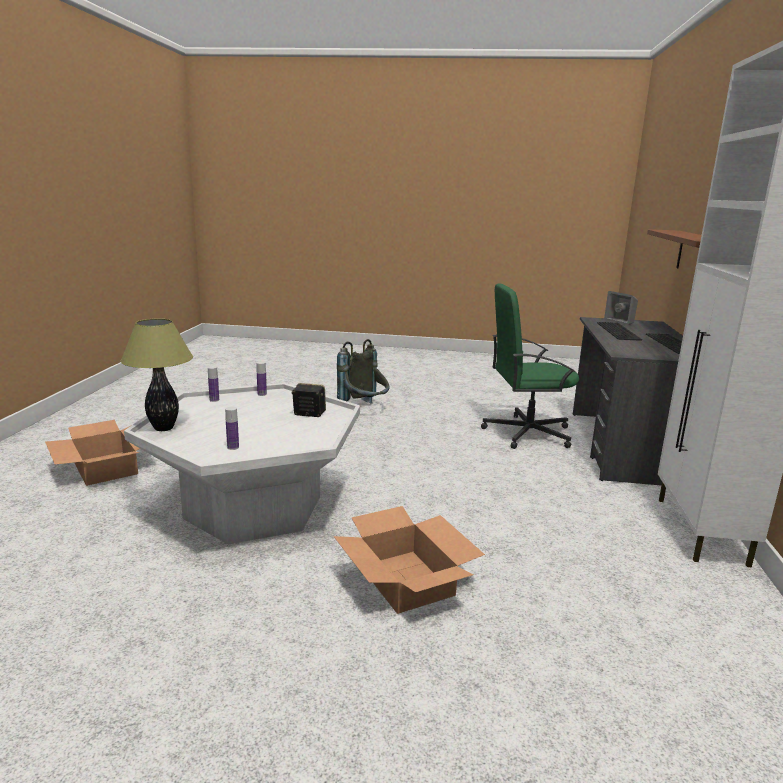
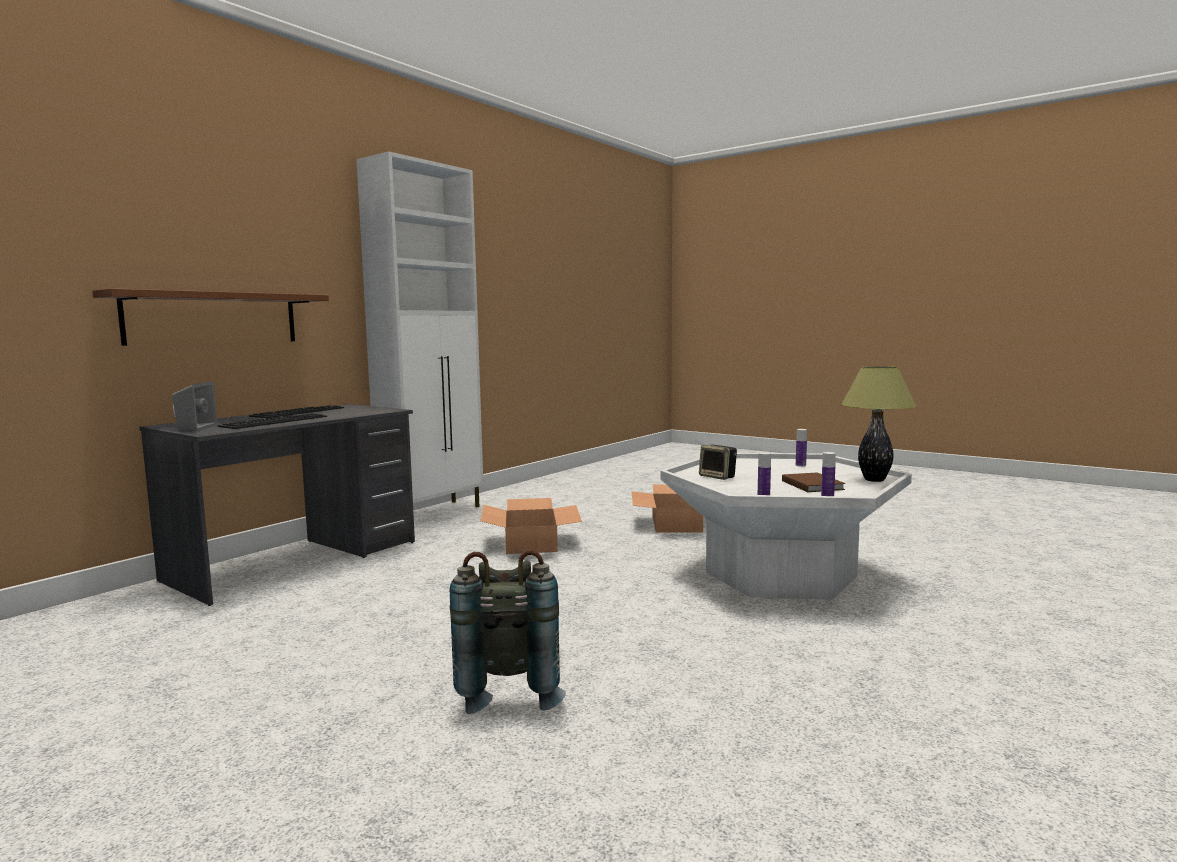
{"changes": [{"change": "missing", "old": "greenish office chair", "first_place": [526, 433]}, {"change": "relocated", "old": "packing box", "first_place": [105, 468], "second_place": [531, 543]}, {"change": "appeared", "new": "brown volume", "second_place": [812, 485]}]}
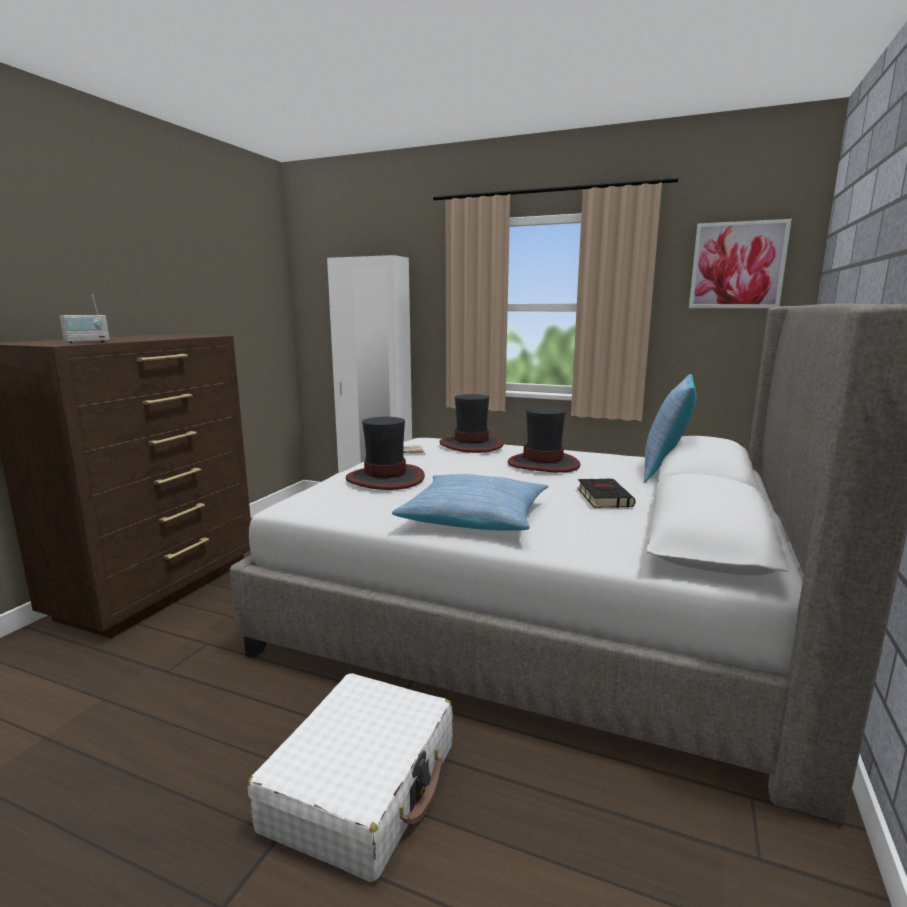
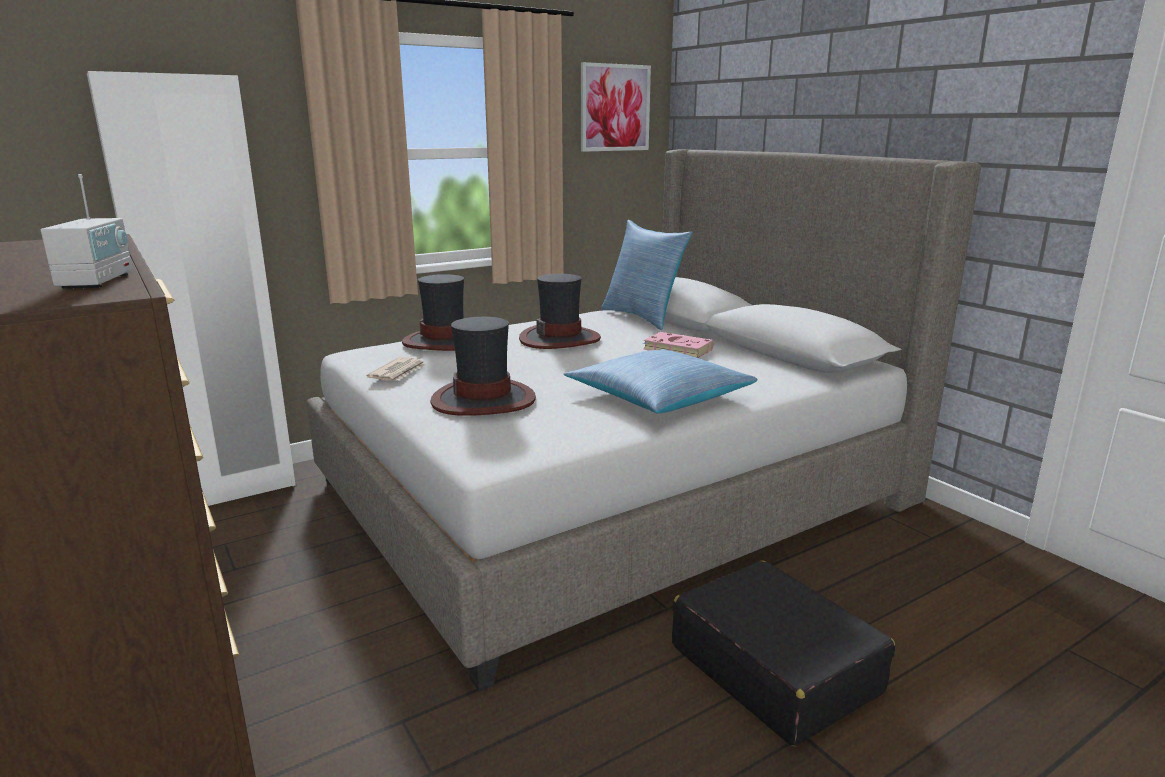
{"changes": [{"change": "colour", "old": "black volume", "new": "pink volume", "first_place": [603, 497], "second_place": [676, 349]}, {"change": "colour", "old": "white travel case", "new": "black travel case", "first_place": [362, 787], "second_place": [774, 668]}]}
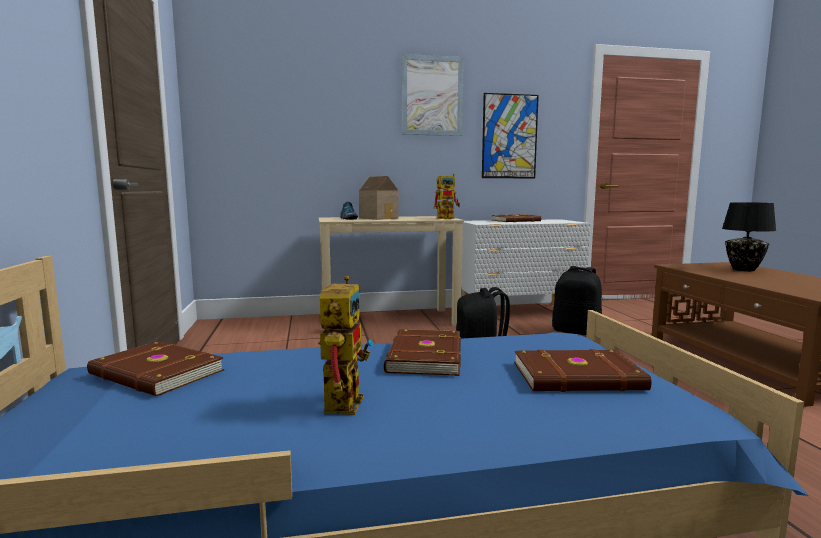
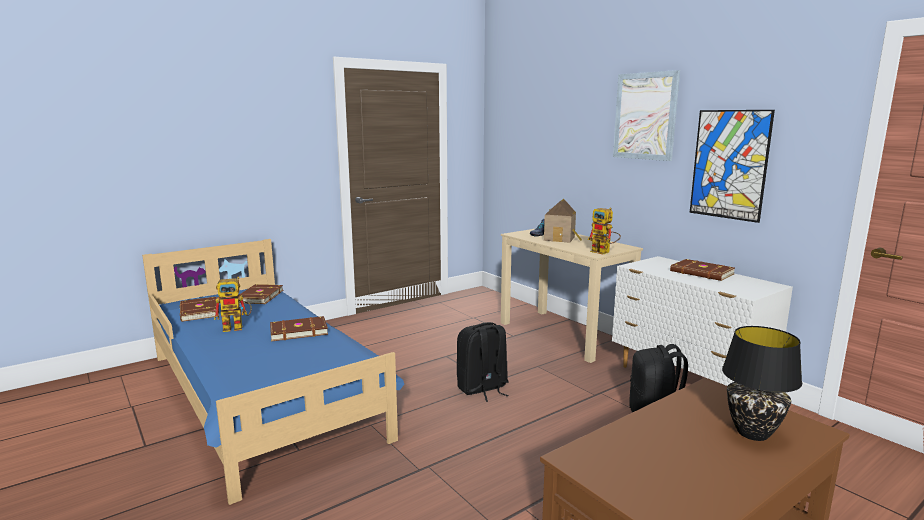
{"changes": [{"change": "relocated", "old": "brown volume", "first_place": [579, 377], "second_place": [198, 312]}]}
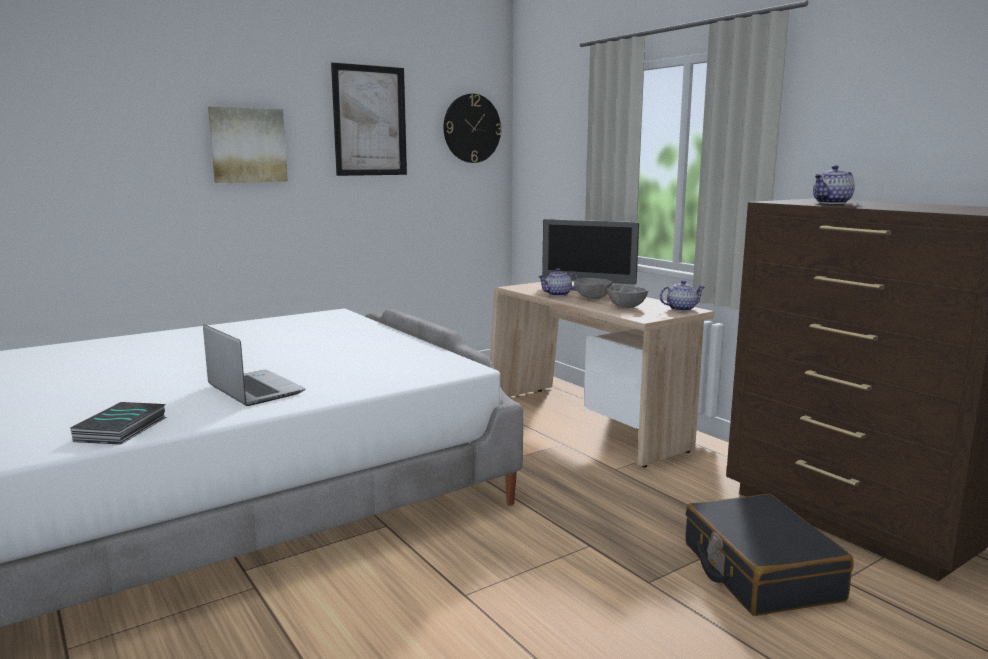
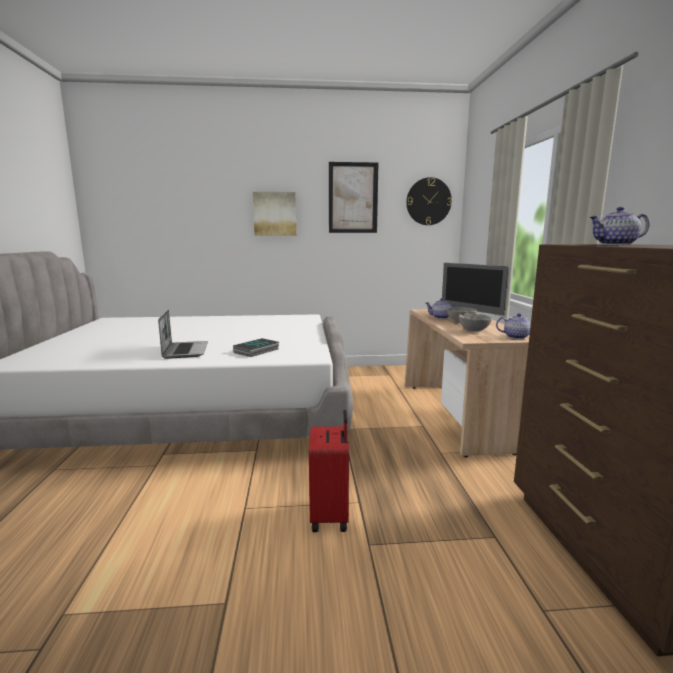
{"changes": [{"change": "relocated", "old": "volume", "first_place": [122, 429], "second_place": [256, 351]}, {"change": "missing", "old": "black travel case", "first_place": [759, 571]}, {"change": "appeared", "new": "reddish travel case", "second_place": [331, 516]}]}
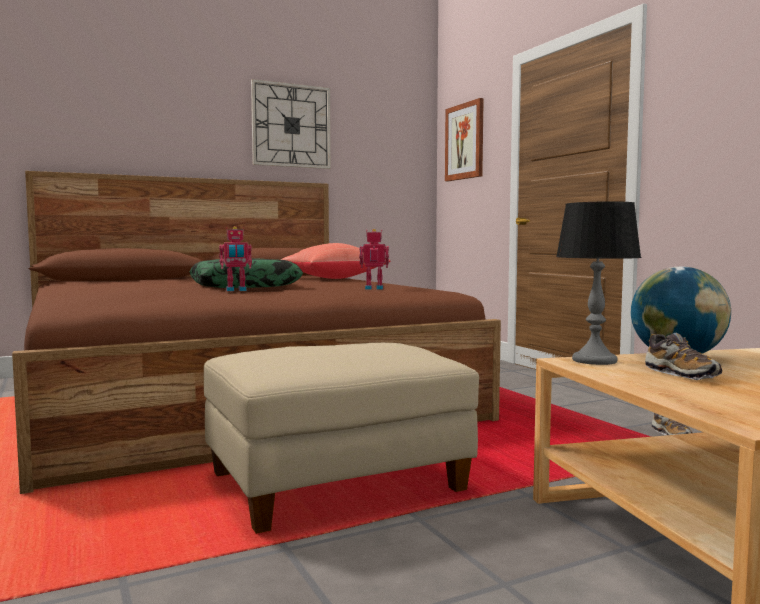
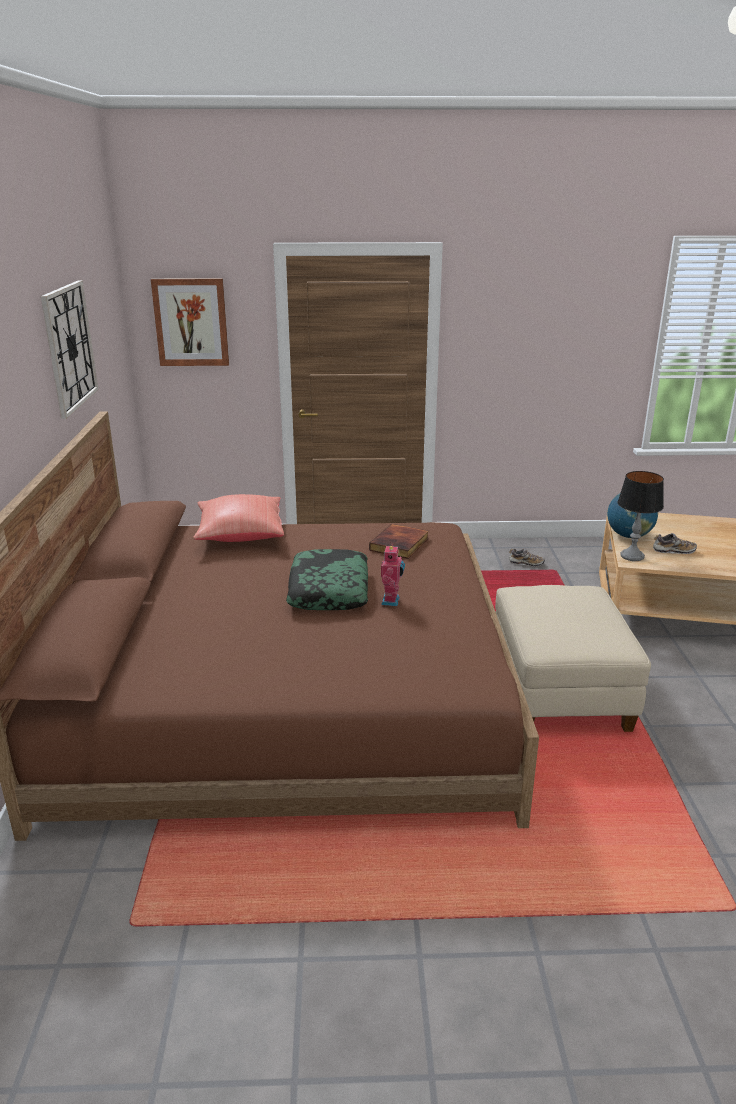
{"changes": [{"change": "exchanged", "old": "toy robot", "new": "volume", "first_place": [374, 288], "second_place": [400, 544]}]}
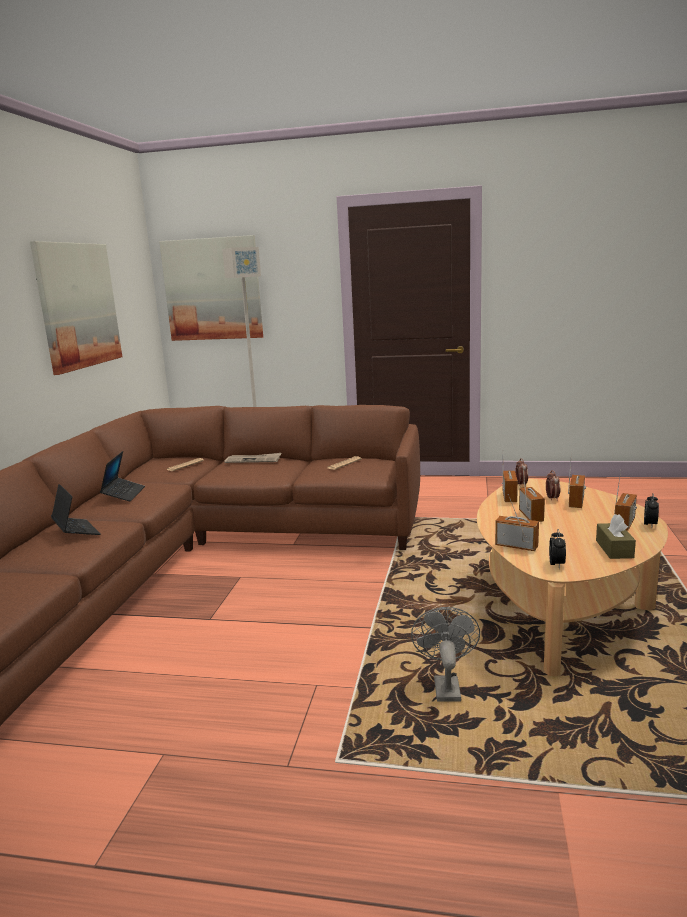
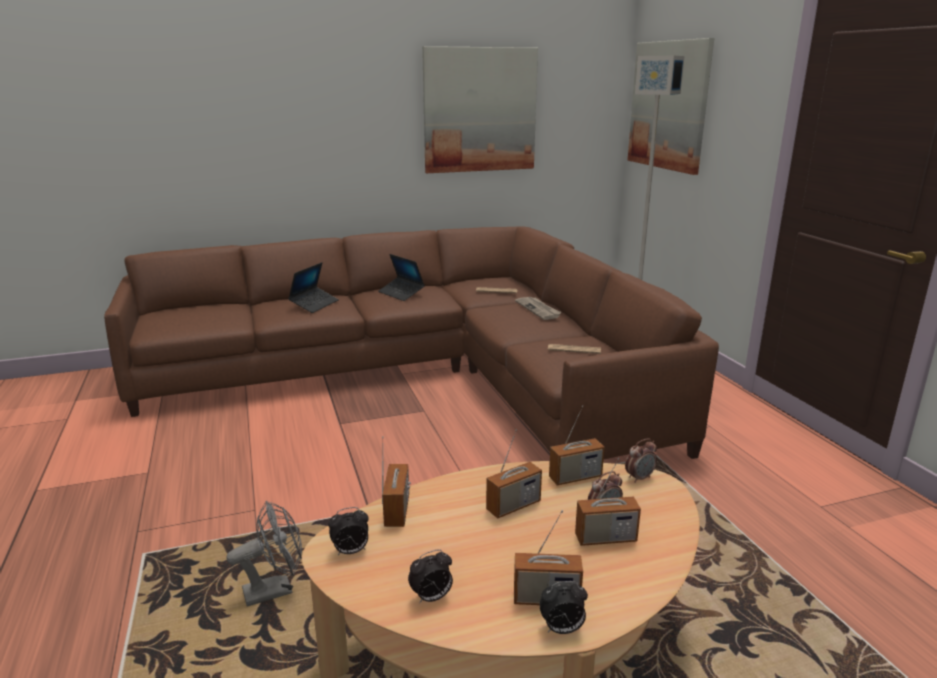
{"changes": [{"change": "spun", "old": "notebook computer", "first_place": [123, 494], "second_place": [401, 293], "degrees": 75}, {"change": "exchanged", "old": "brown box of tissues", "new": "bedside clock", "first_place": [614, 549], "second_place": [431, 598]}]}
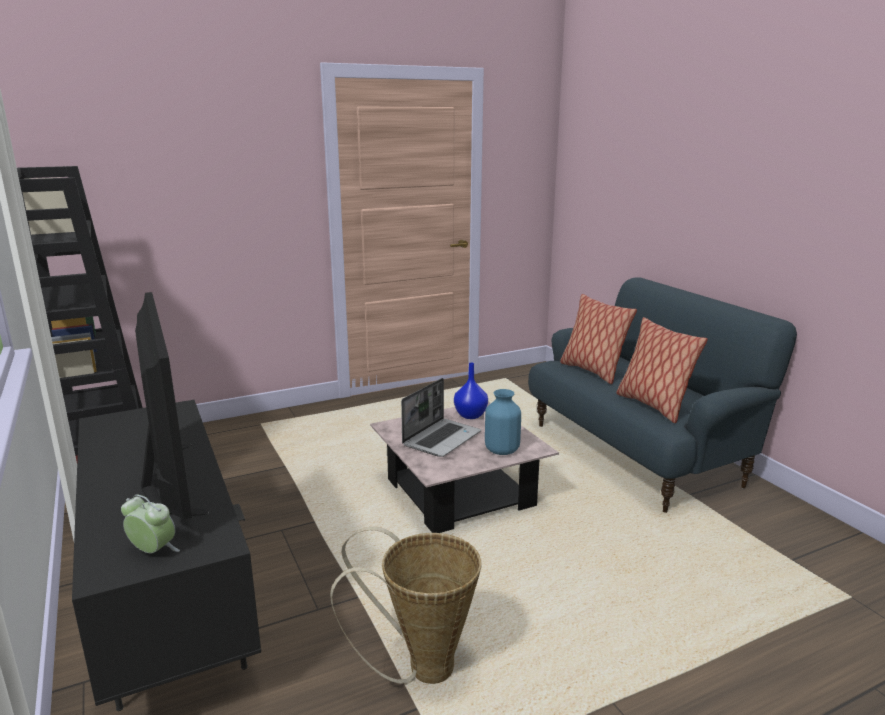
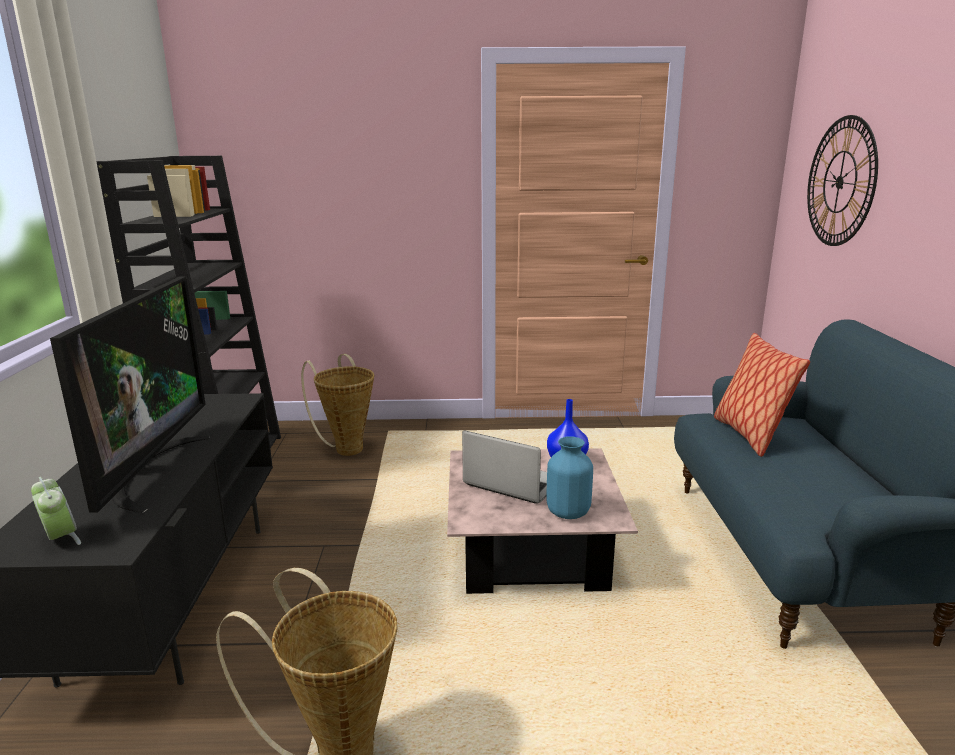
{"changes": [{"change": "missing", "old": "throw pillow", "first_place": [653, 406]}, {"change": "spun", "old": "notebook computer", "first_place": [442, 438], "second_place": [511, 483], "degrees": -120}, {"change": "appeared", "new": "clock on the wall", "second_place": [840, 182]}, {"change": "appeared", "new": "household basket", "second_place": [347, 447]}]}
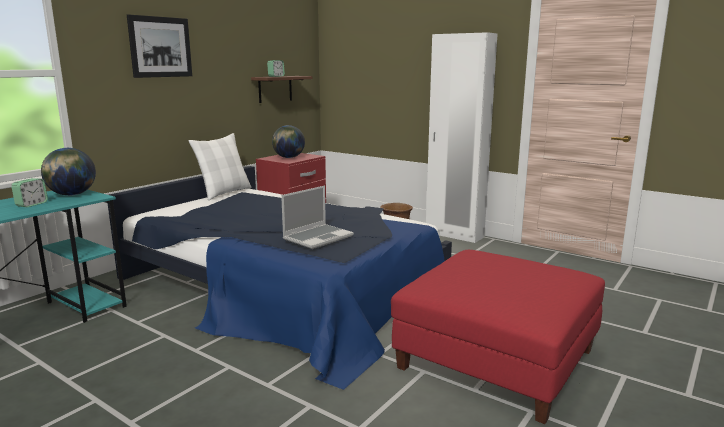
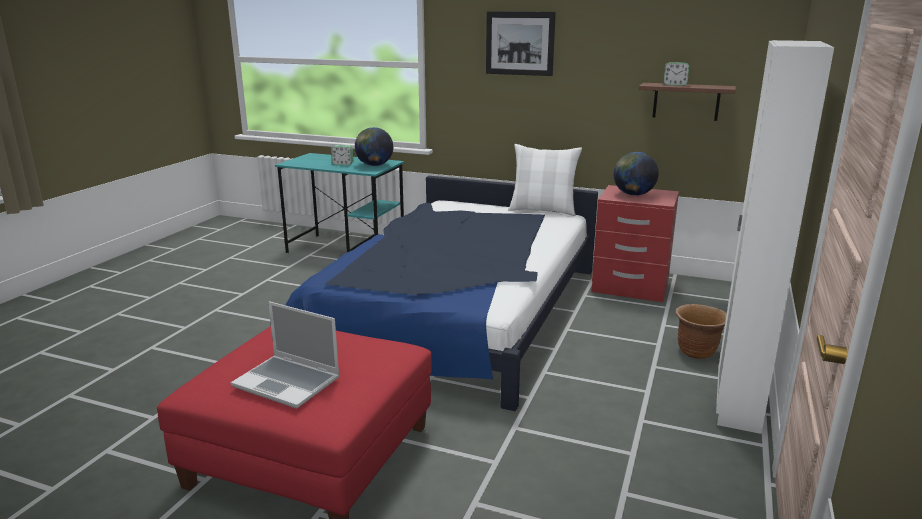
{"changes": [{"change": "relocated", "old": "notebook computer", "first_place": [318, 237], "second_place": [288, 382]}]}
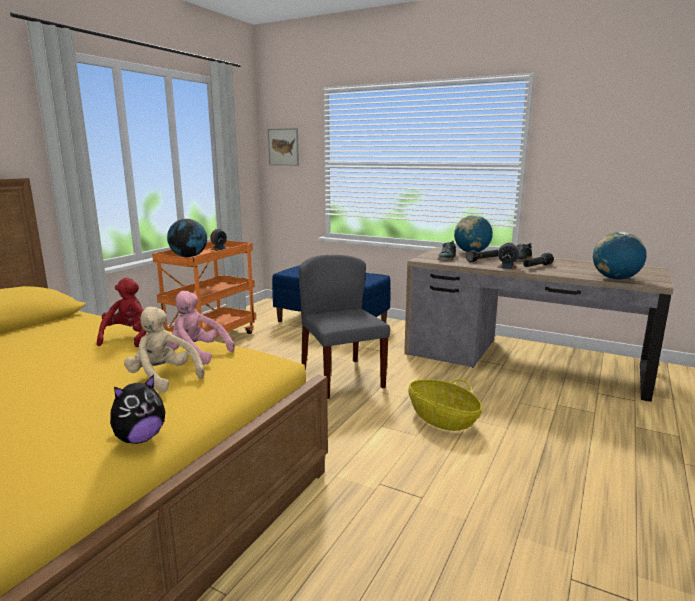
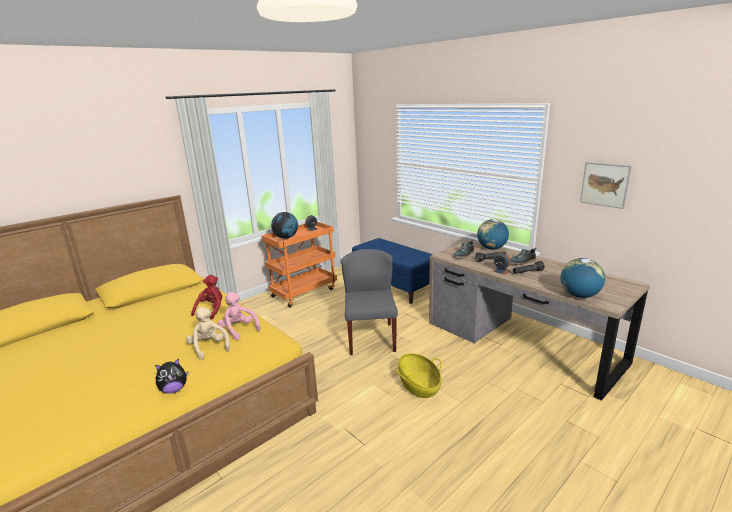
{"changes": [{"change": "relocated", "old": "wall picture", "first_place": [283, 147], "second_place": [604, 184]}]}
